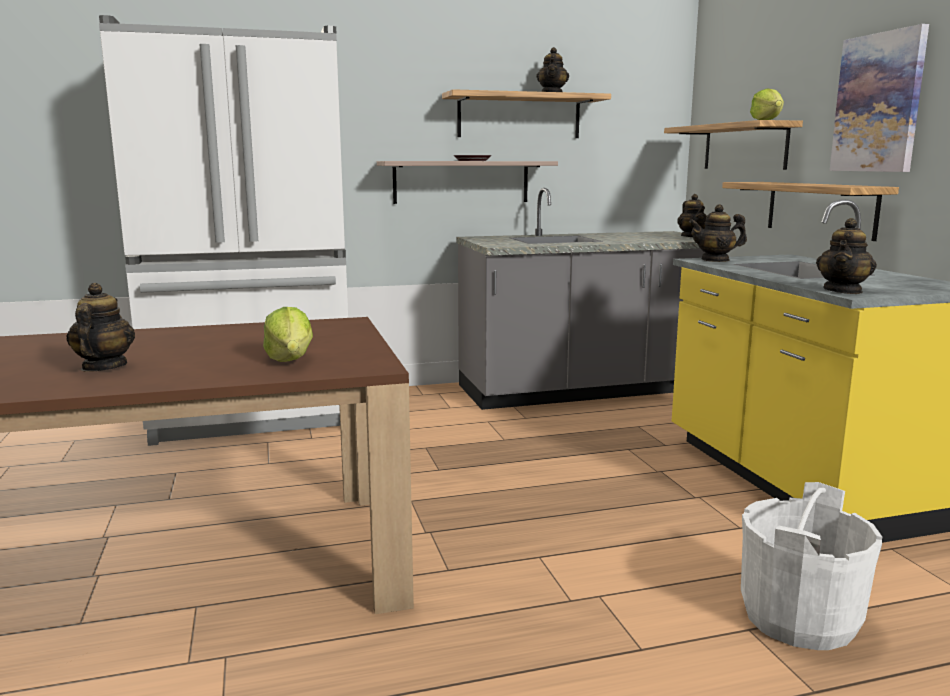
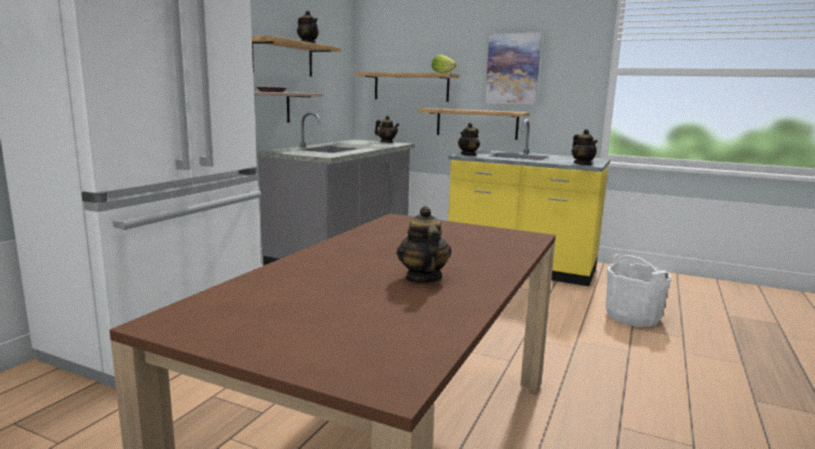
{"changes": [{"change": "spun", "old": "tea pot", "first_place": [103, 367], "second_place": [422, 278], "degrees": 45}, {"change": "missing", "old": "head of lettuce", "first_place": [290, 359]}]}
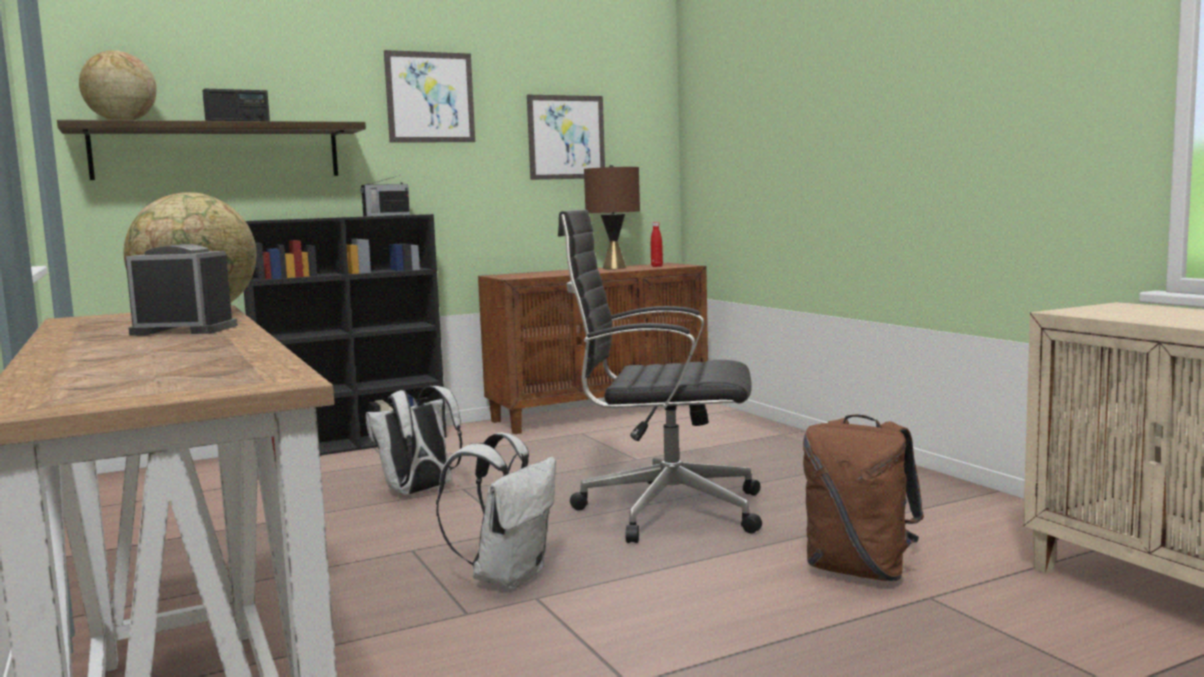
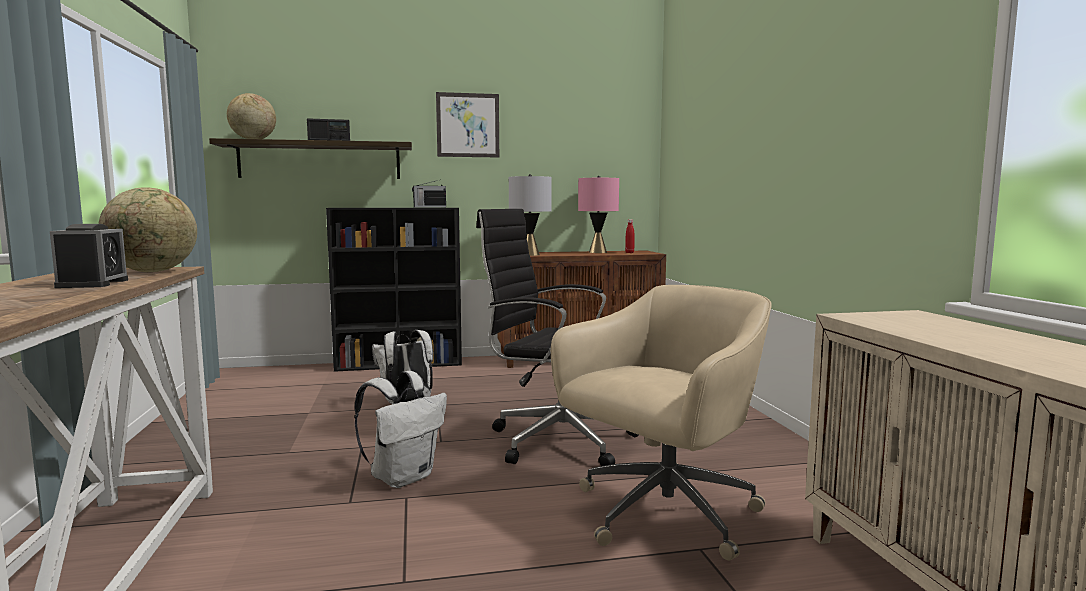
{"changes": [{"change": "missing", "old": "wall picture", "first_place": [566, 137]}, {"change": "colour", "old": "brown tabletop lamp", "new": "pink tabletop lamp", "first_place": [614, 268], "second_place": [597, 252]}, {"change": "spun", "old": "bedside clock", "first_place": [184, 330], "second_place": [93, 283], "degrees": 60}, {"change": "exchanged", "old": "brown backpack", "new": "beige-coloured office chair", "first_place": [860, 571], "second_place": [662, 514]}, {"change": "appeared", "new": "grey tabletop lamp", "second_place": [530, 255]}]}
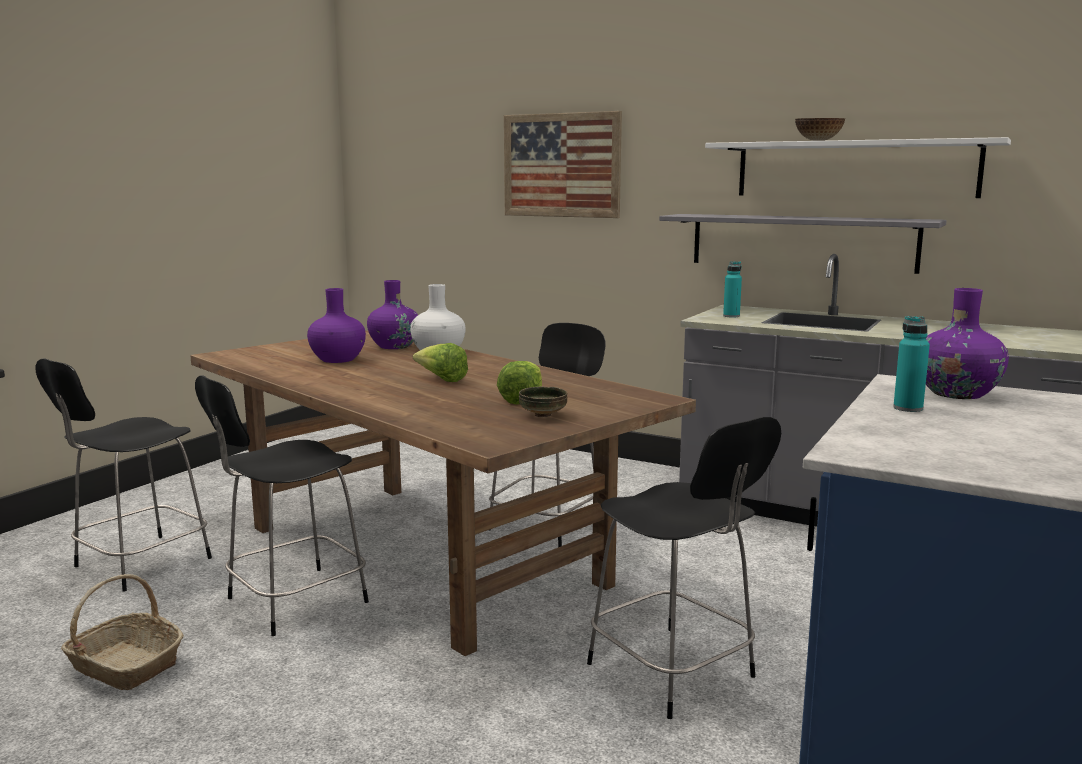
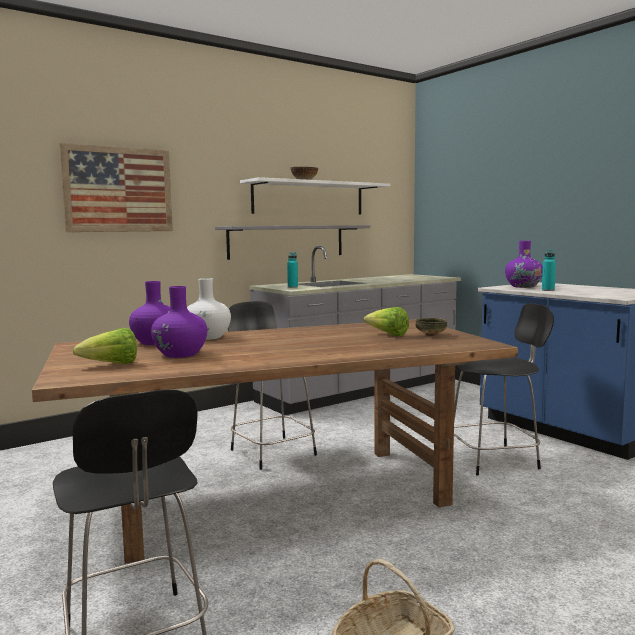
{"changes": [{"change": "relocated", "old": "head of lettuce", "first_place": [441, 380], "second_place": [111, 365]}, {"change": "missing", "old": "black upright chair", "first_place": [292, 602]}]}
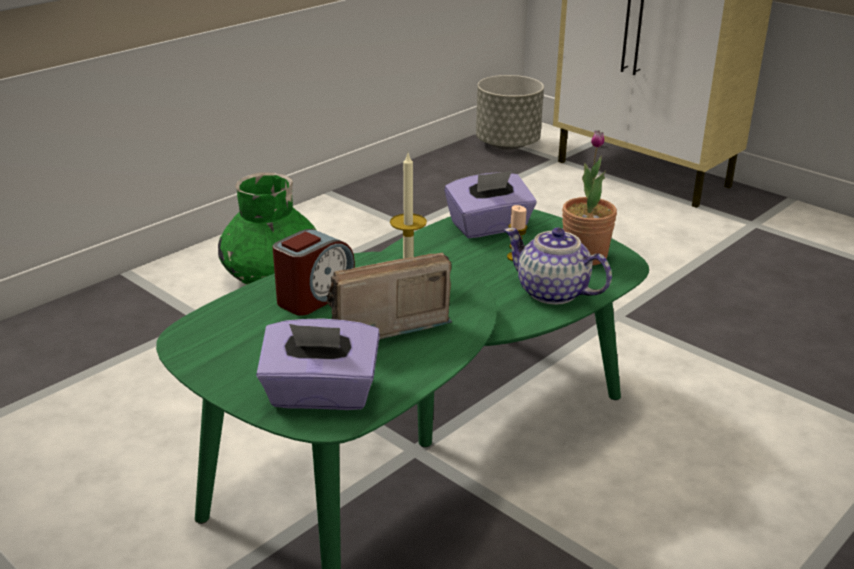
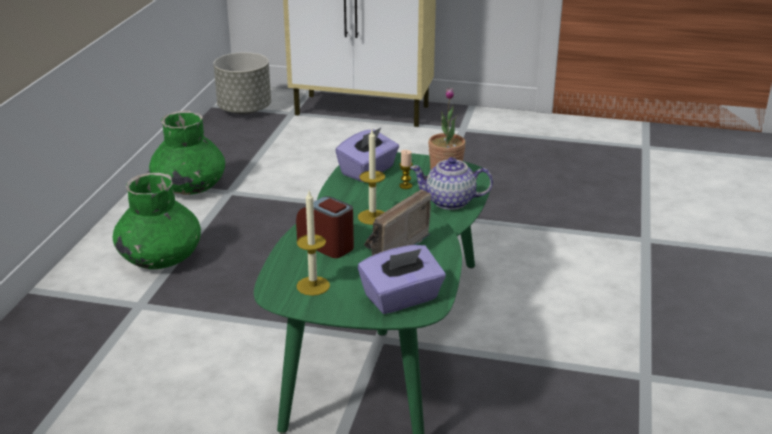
{"changes": [{"change": "spun", "old": "bedside clock", "first_place": [315, 296], "second_place": [327, 244], "degrees": -60}, {"change": "appeared", "new": "greenish decorative vase", "second_place": [189, 186]}, {"change": "appeared", "new": "wax candle", "second_place": [313, 286]}]}
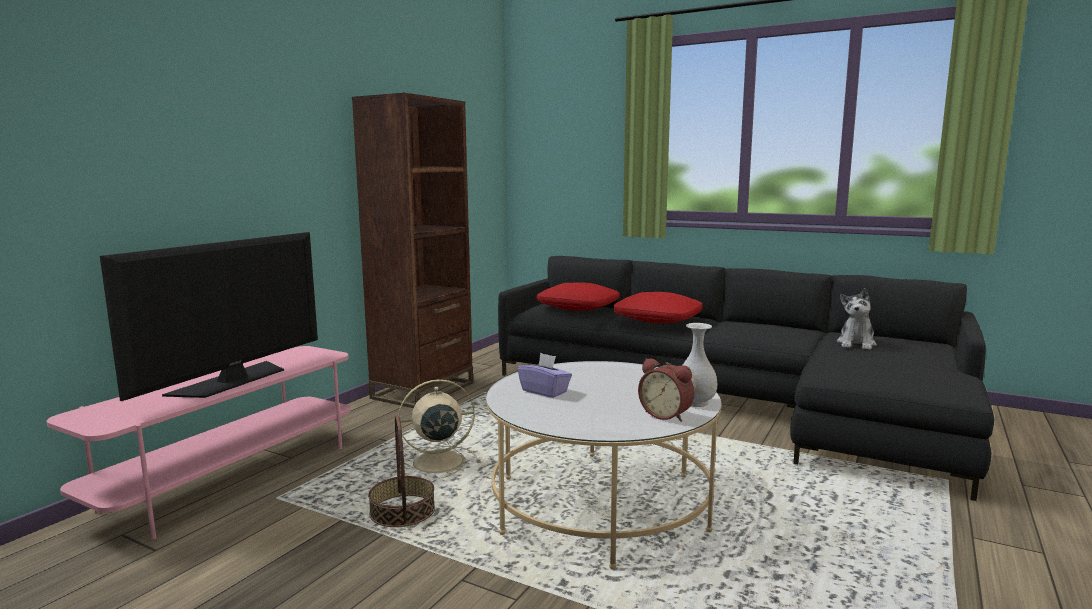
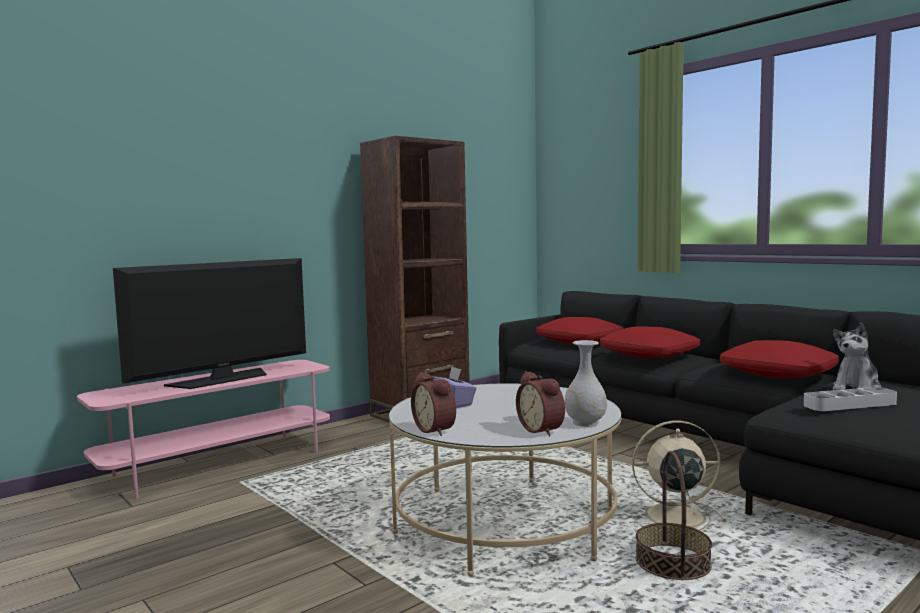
{"changes": [{"change": "relocated", "old": "beige-coloured fan", "first_place": [436, 462], "second_place": [672, 516]}, {"change": "relocated", "old": "household basket", "first_place": [402, 511], "second_place": [673, 562]}, {"change": "appeared", "new": "reddish throw pillow", "second_place": [778, 373]}, {"change": "appeared", "new": "bedside clock", "second_place": [436, 430]}, {"change": "appeared", "new": "grey serving tray", "second_place": [849, 404]}]}
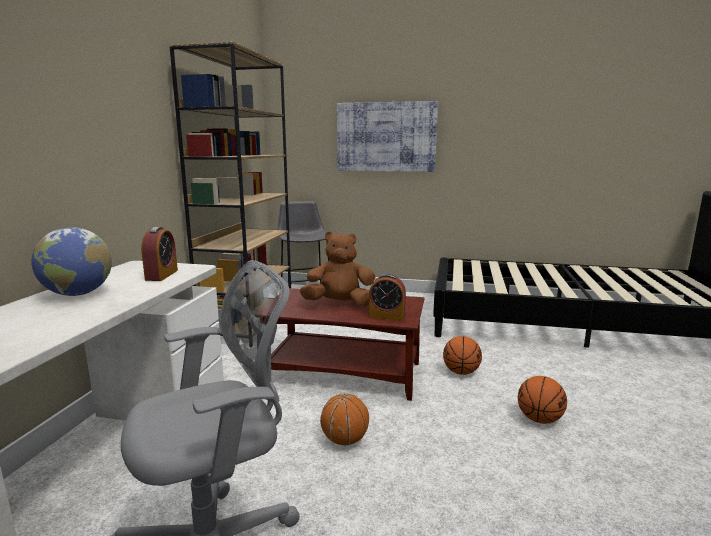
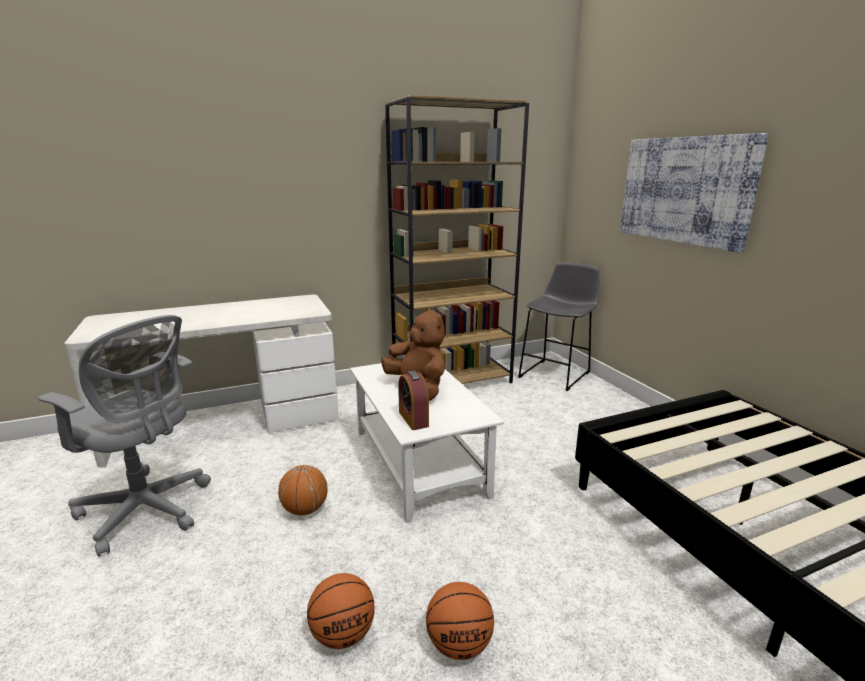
{"changes": [{"change": "missing", "old": "desk globe", "first_place": [78, 294]}, {"change": "missing", "old": "bedside clock", "first_place": [162, 275]}, {"change": "colour", "old": "brown low table", "new": "white low table", "first_place": [345, 373], "second_place": [420, 463]}, {"change": "relocated", "old": "basketball ball", "first_place": [461, 372], "second_place": [343, 634]}]}
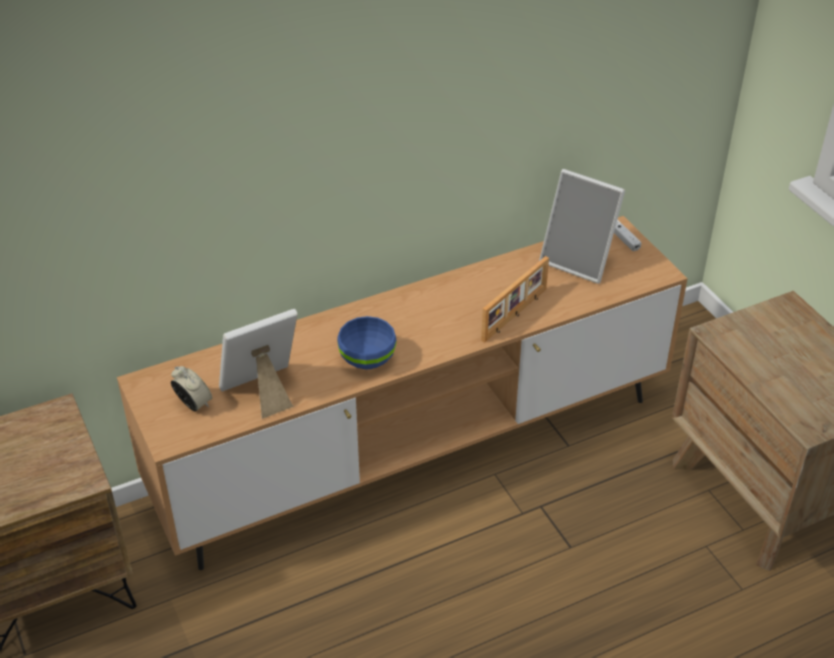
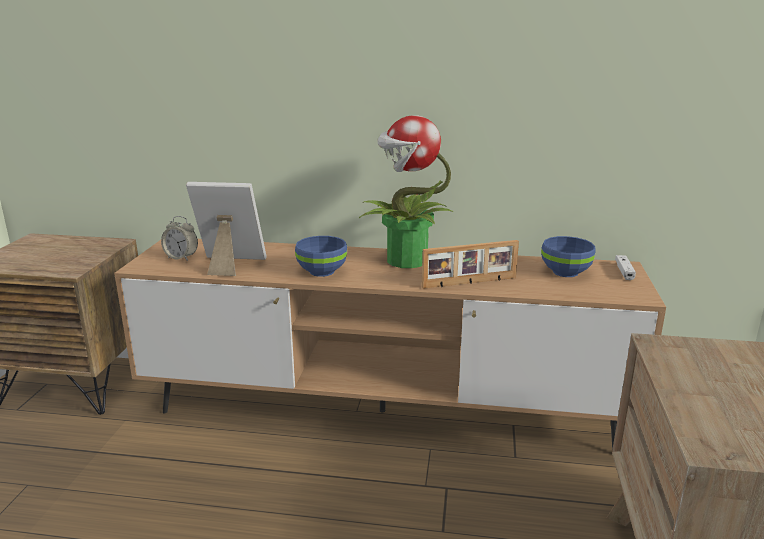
{"changes": [{"change": "exchanged", "old": "standing frame", "new": "blue-coloured serving bowl", "first_place": [579, 261], "second_place": [566, 272]}, {"change": "spun", "old": "bedside clock", "first_place": [193, 404], "second_place": [181, 257], "degrees": 120}, {"change": "appeared", "new": "plant in a pot", "second_place": [405, 260]}]}
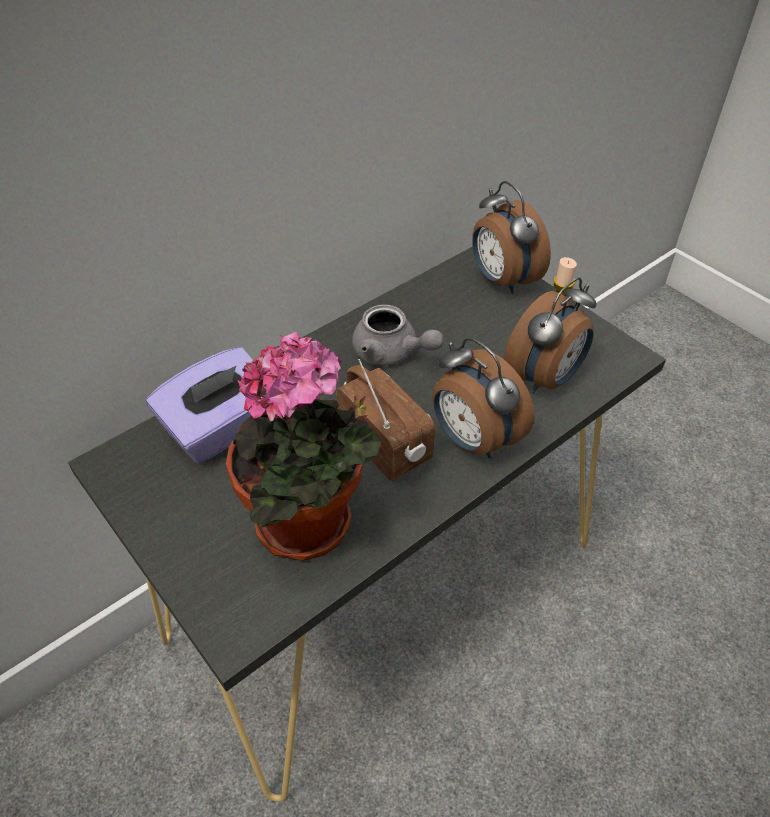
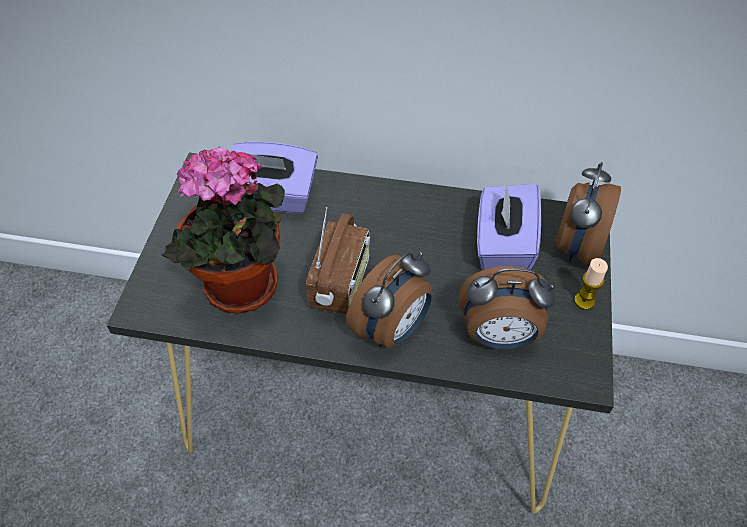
{"changes": [{"change": "missing", "old": "grey tea pot", "first_place": [392, 353]}, {"change": "spun", "old": "bedside clock", "first_place": [473, 440], "second_place": [392, 329], "degrees": -150}, {"change": "appeared", "new": "purplish box of tissues", "second_place": [503, 246]}]}
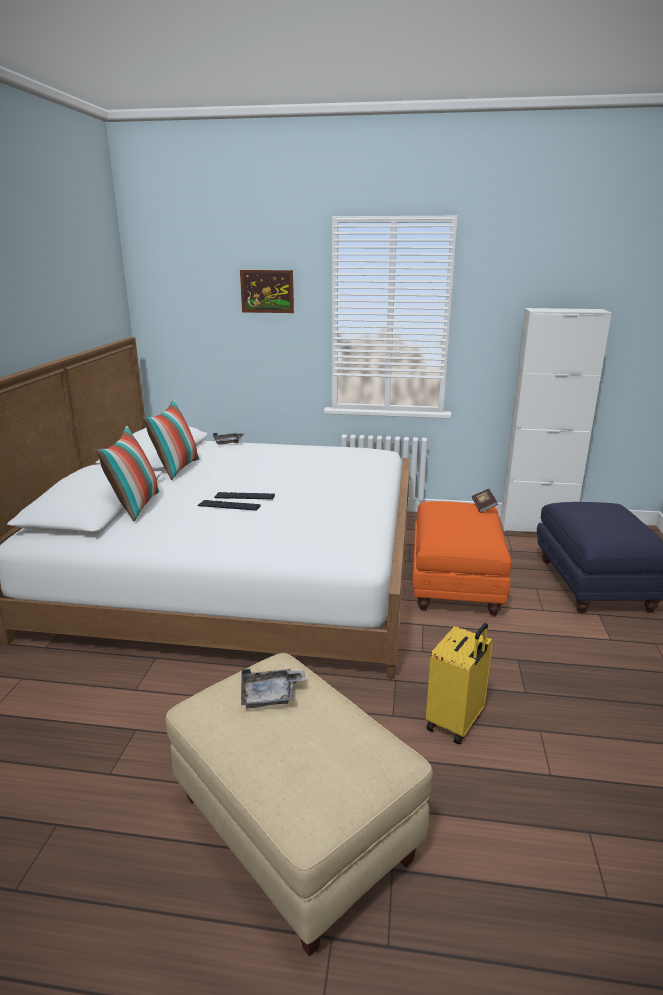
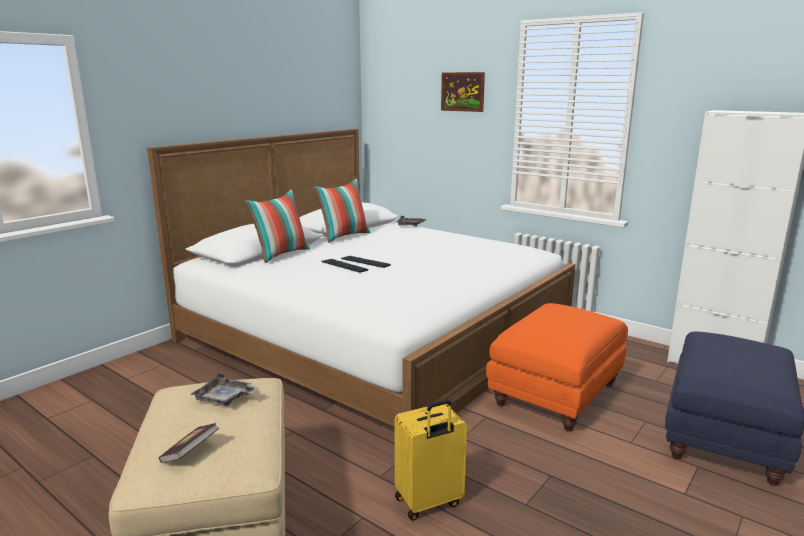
{"changes": [{"change": "relocated", "old": "volume", "first_place": [483, 506], "second_place": [190, 453]}]}
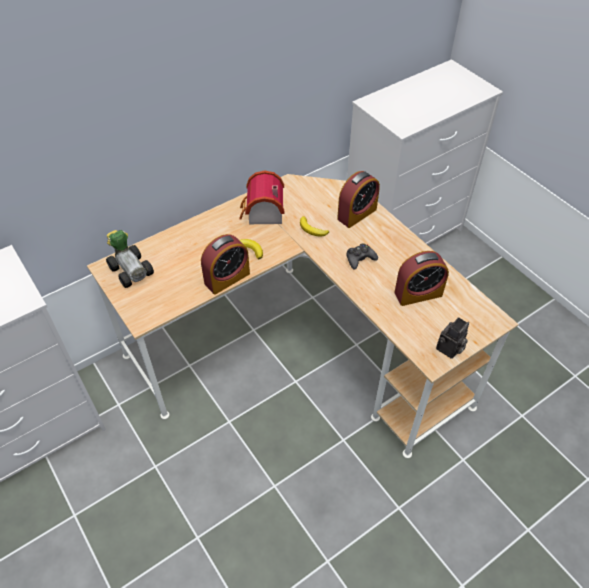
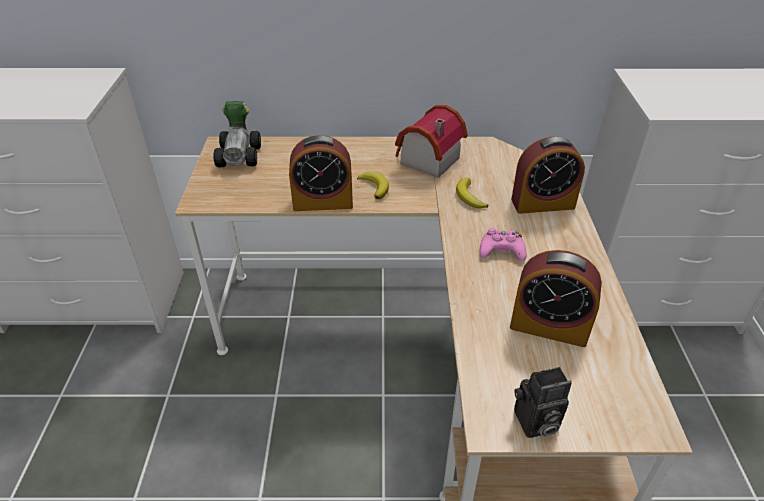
{"changes": [{"change": "colour", "old": "black game controller", "new": "pink game controller", "first_place": [360, 259], "second_place": [501, 250]}]}
